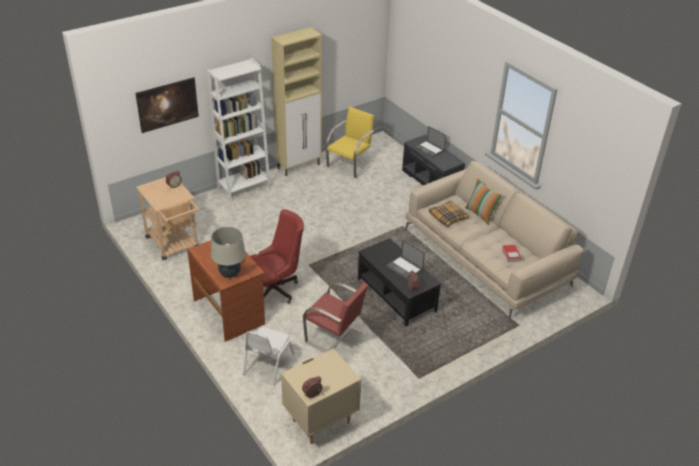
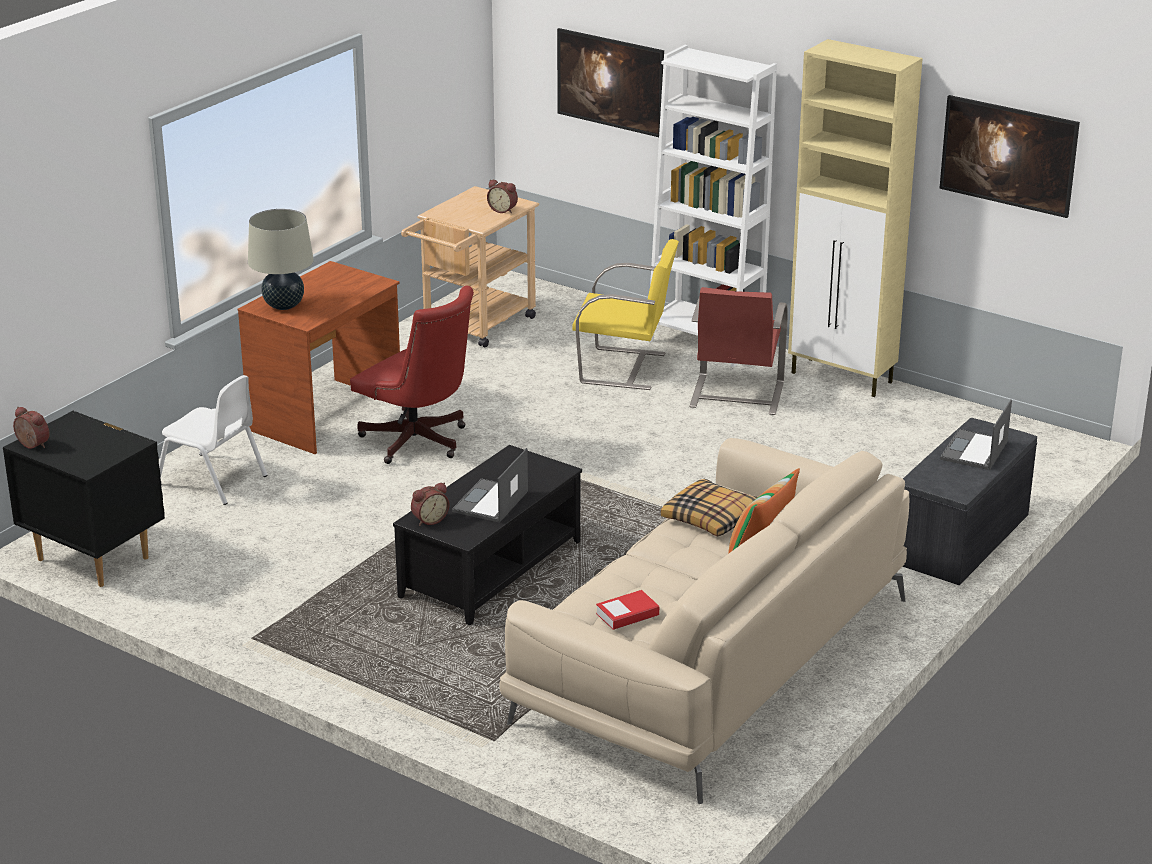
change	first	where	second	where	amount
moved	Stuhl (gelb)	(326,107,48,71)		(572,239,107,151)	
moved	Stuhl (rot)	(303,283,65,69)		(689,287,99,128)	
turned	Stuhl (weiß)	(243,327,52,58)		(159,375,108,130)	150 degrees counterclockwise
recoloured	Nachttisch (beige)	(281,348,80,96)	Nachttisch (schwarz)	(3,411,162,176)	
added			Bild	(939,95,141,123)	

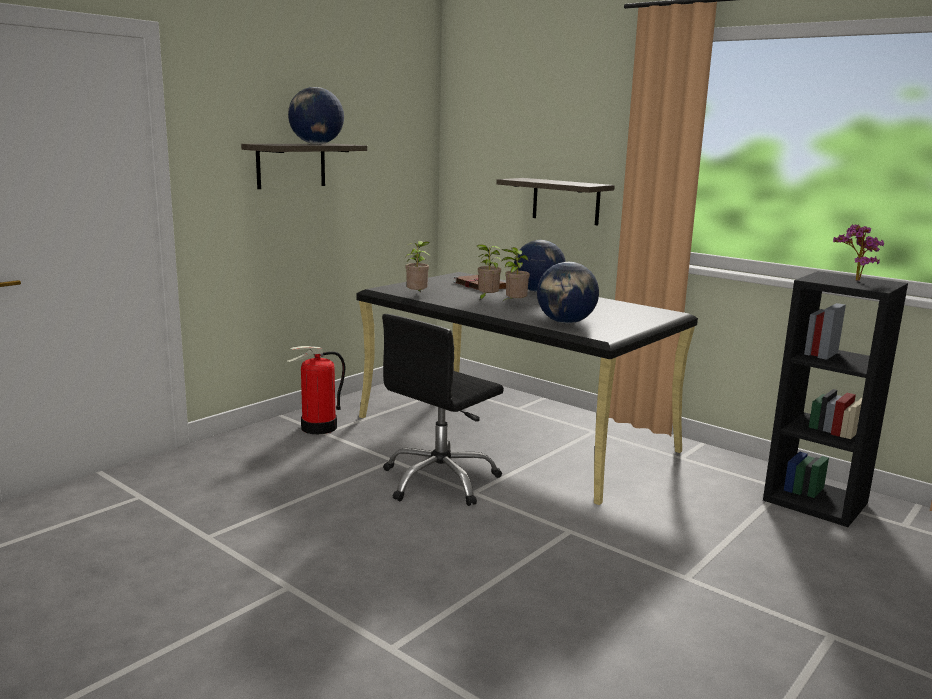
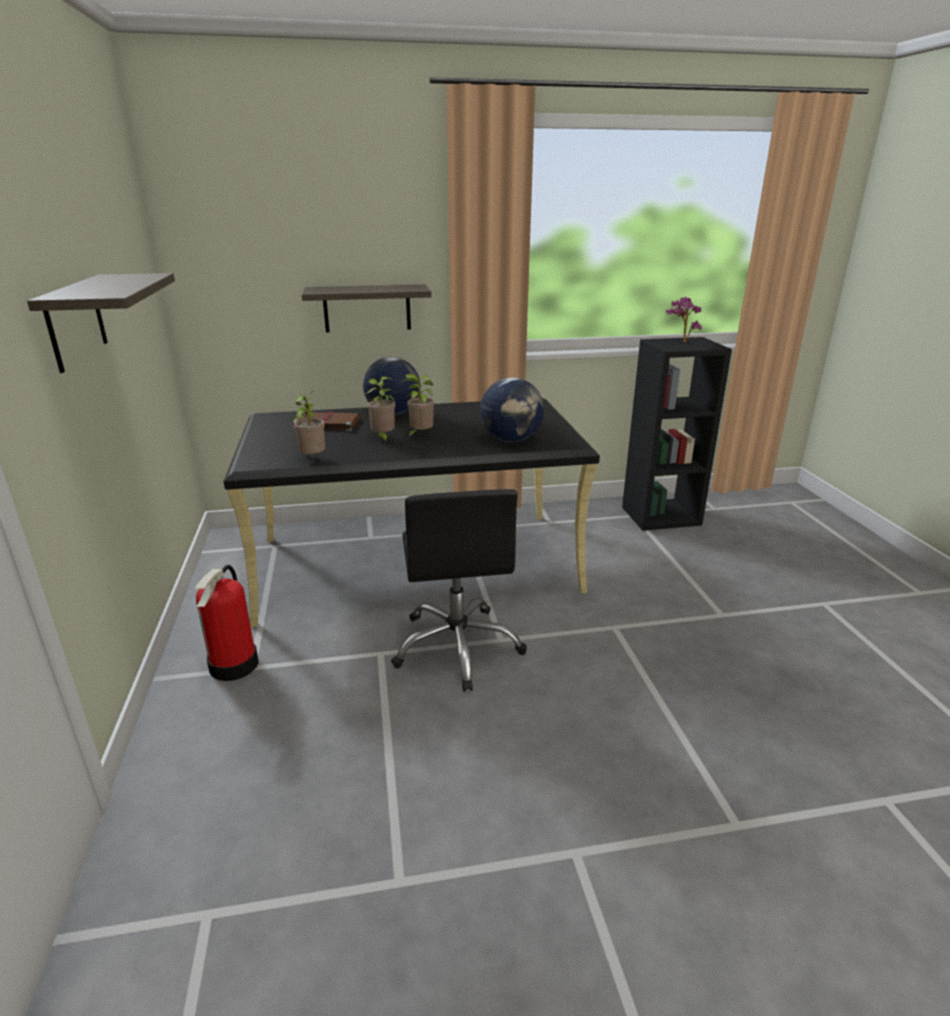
change	first	where	second	where	amount
removed	Globus	(288,87,56,57)			

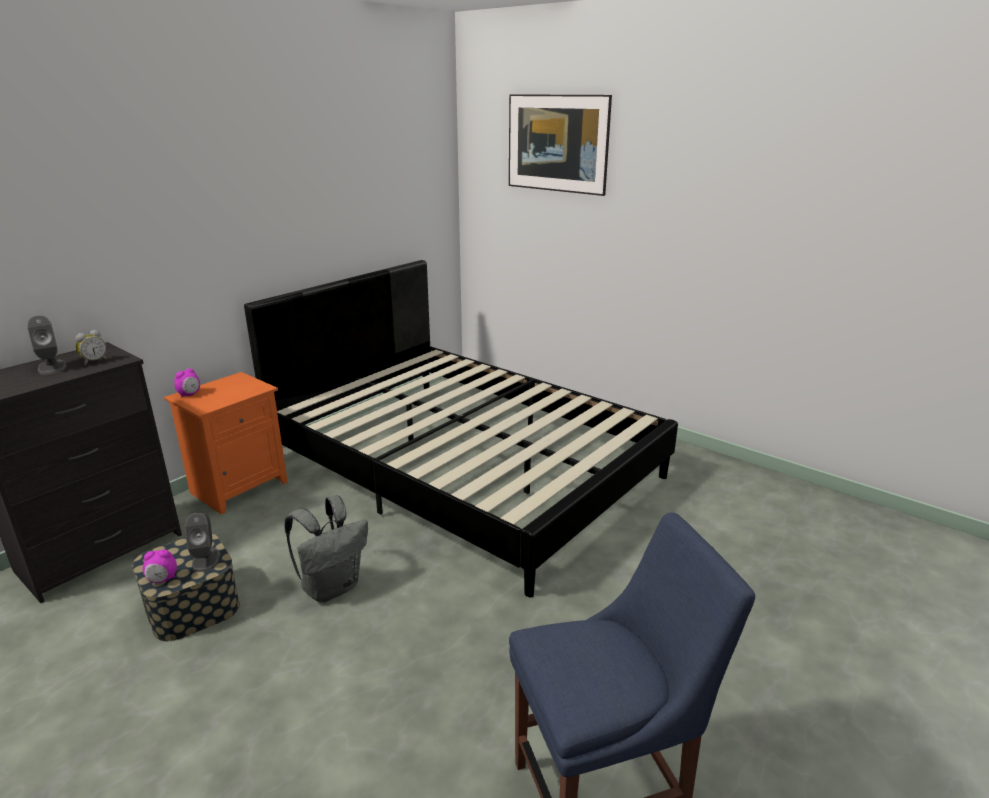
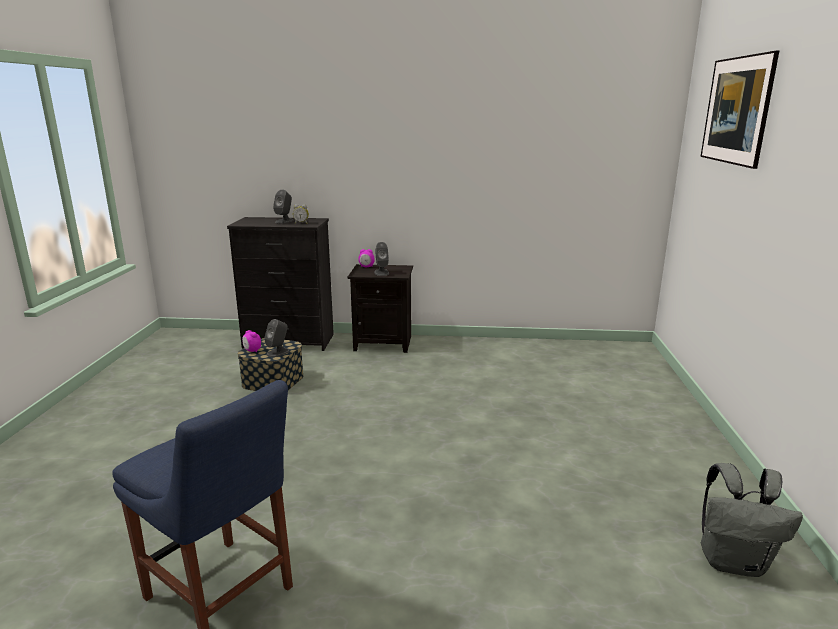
change	first	where	second	where	amount
removed	Bett (schwarz)	(244,260,434,337)			
recoloured	Nachttisch (orange)	(164,372,124,142)	Nachttisch (schwarz)	(348,264,65,89)	
moved	Rucksack (grau)	(285,495,83,107)		(701,463,102,114)	
added			Lautsprecher (grau)	(374,242,15,34)	

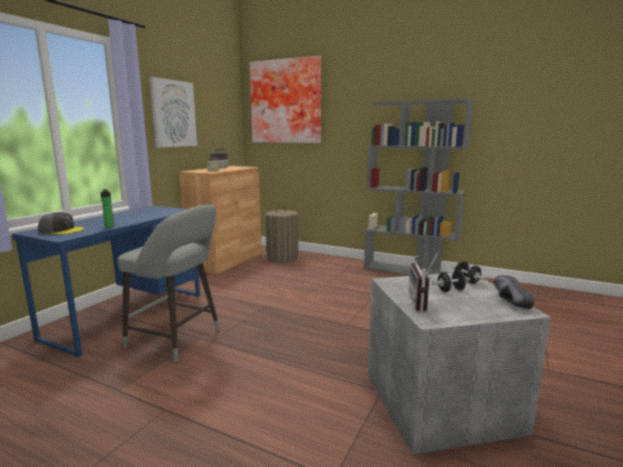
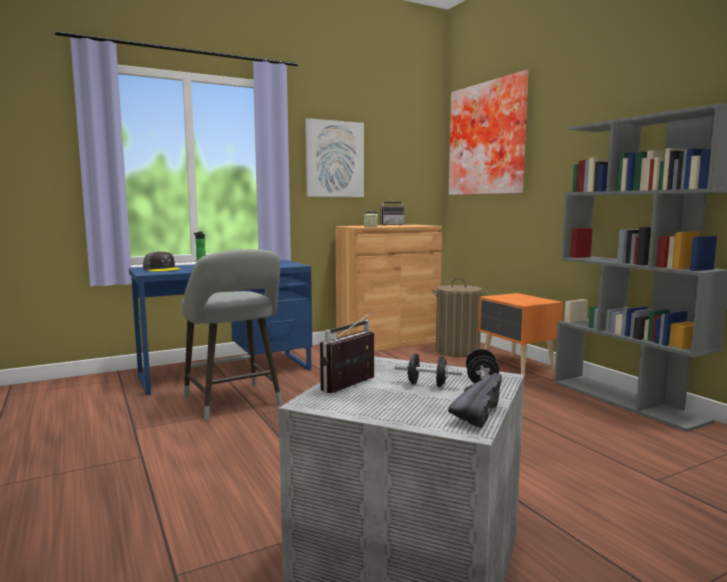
change	first	where	second	where	amount
added			Nachttisch (orange)	(479,293,84,83)	

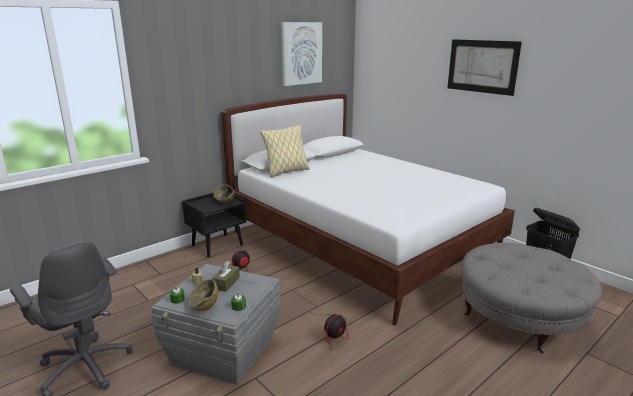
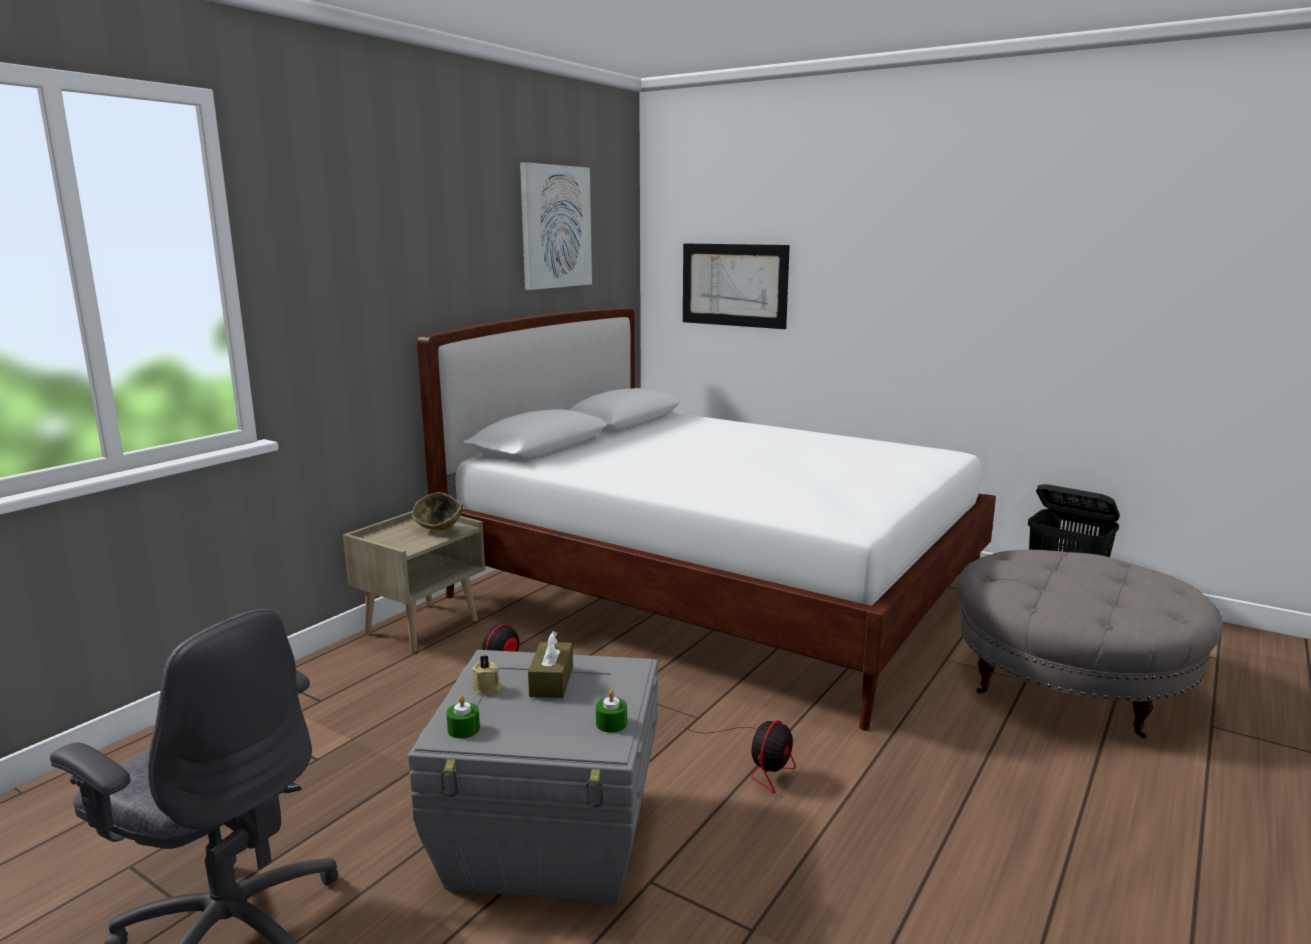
change	first	where	second	where	amount
moved	Bild	(448,39,74,57)		(683,243,107,86)	
removed	Kissen	(260,124,50,53)			
recoloured	Nachttisch (schwarz)	(182,193,64,64)	Nachttisch (beige)	(343,511,142,142)	
removed	Schüssel	(189,279,29,32)			

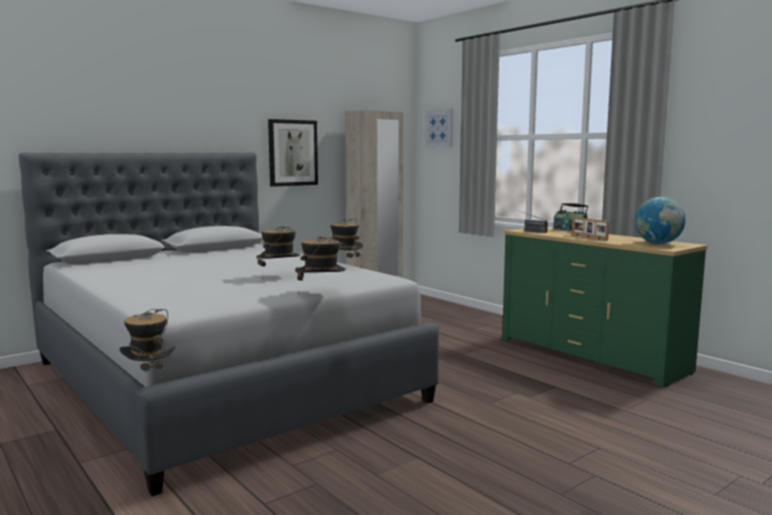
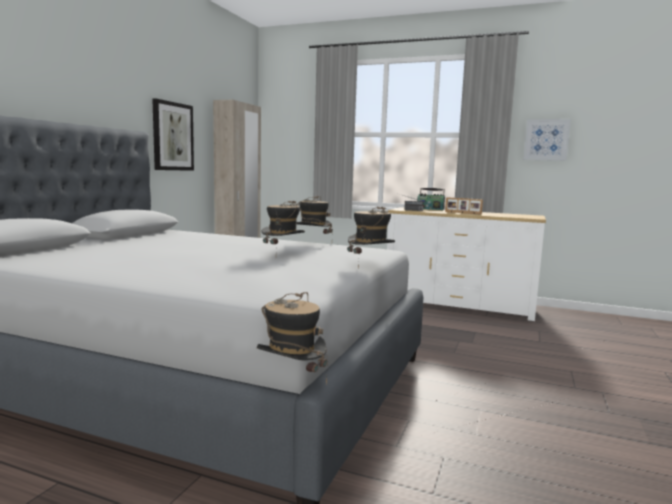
change	first	where	second	where	amount
moved	Bild	(424,108,29,40)		(523,119,48,42)	
removed	Globus	(635,197,51,47)			
recoloured	Kommode (grün)	(502,227,206,160)	Kommode (weiß)	(387,207,159,114)	

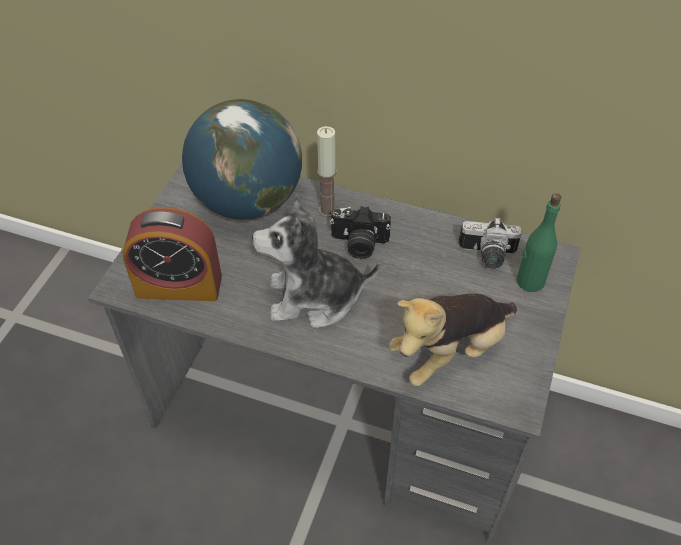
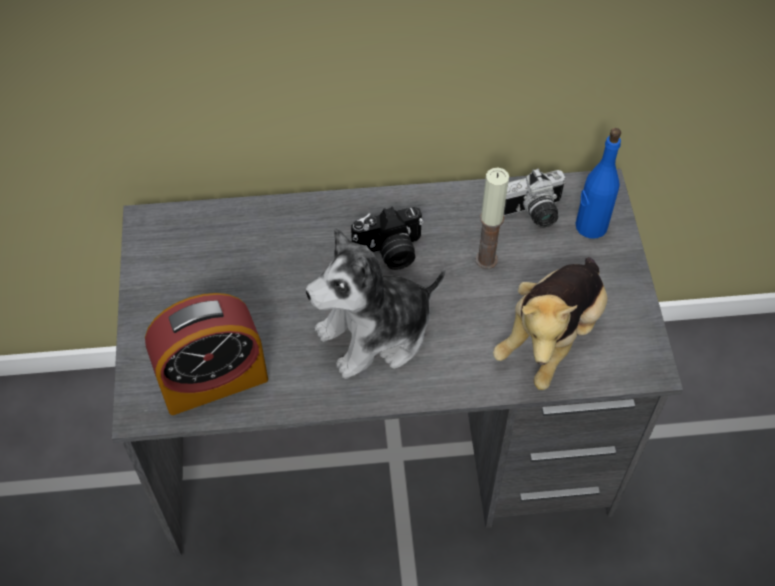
change	first	where	second	where	amount
removed	Globus	(182,99,120,121)			
moved	Kerze	(317,126,20,91)		(475,168,34,101)	
recoloured	Flasche (grün)	(517,193,44,99)	Flasche (blau)	(576,128,45,111)	

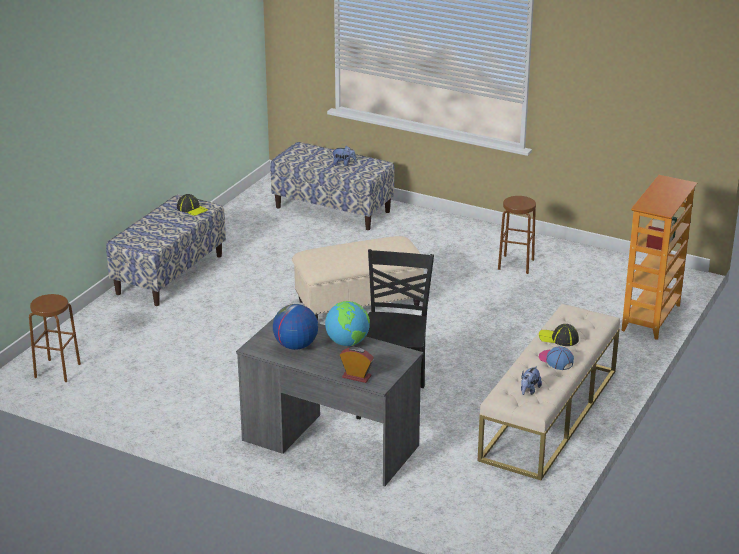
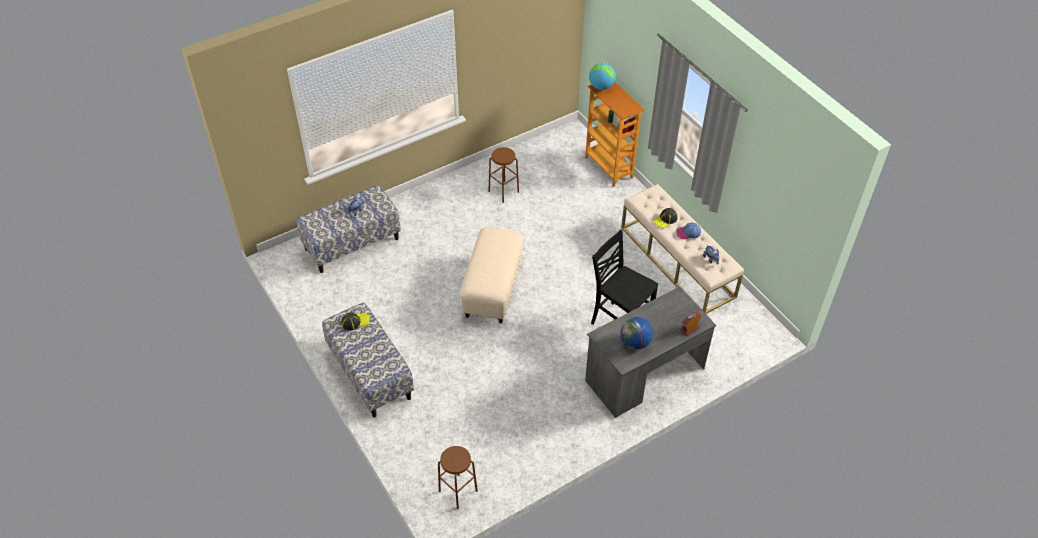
change	first	where	second	where	amount
moved	Globus	(325,301,45,45)		(589,63,27,27)	

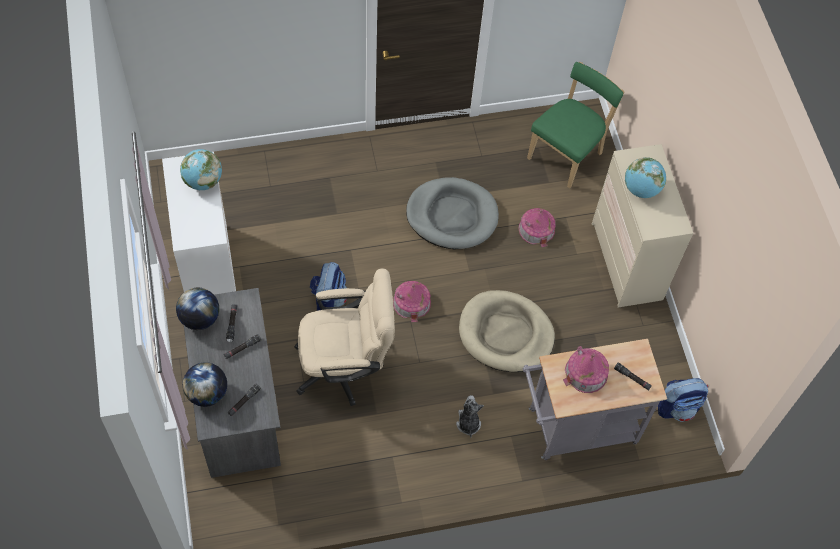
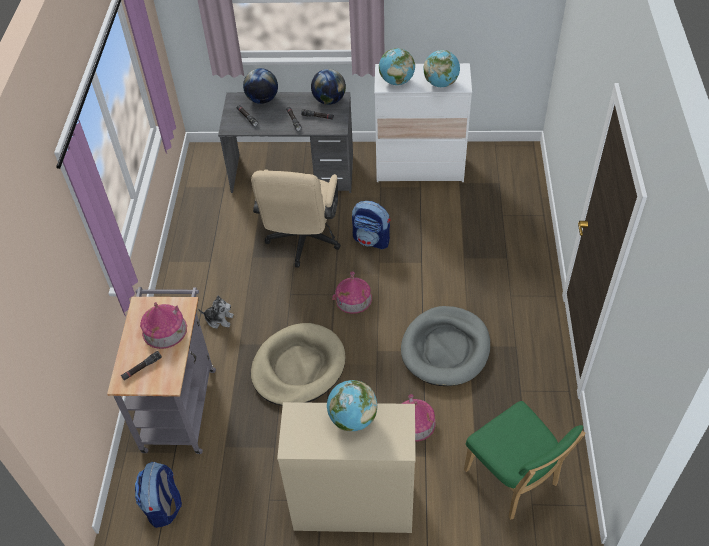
change	first	where	second	where	amount
added			Globus	(379,48,36,37)	

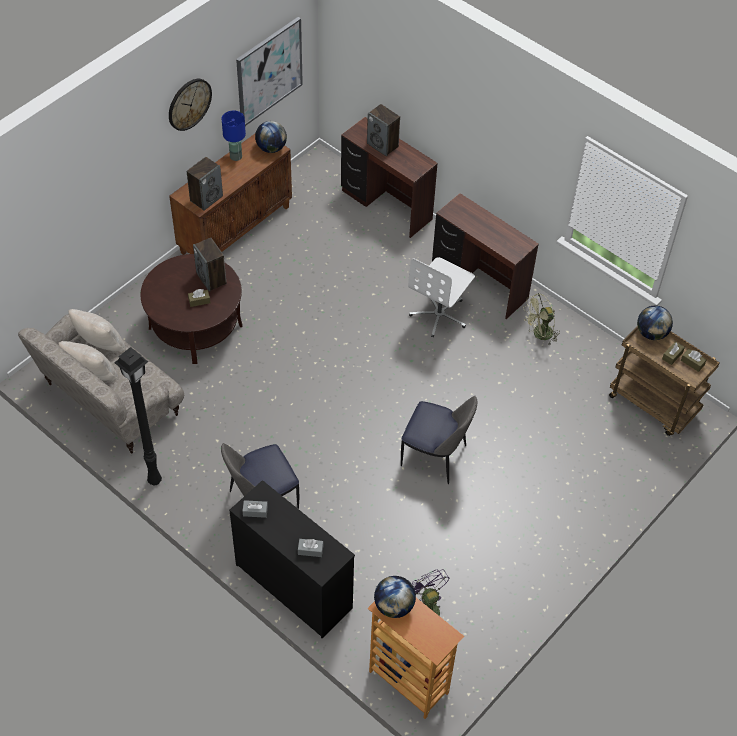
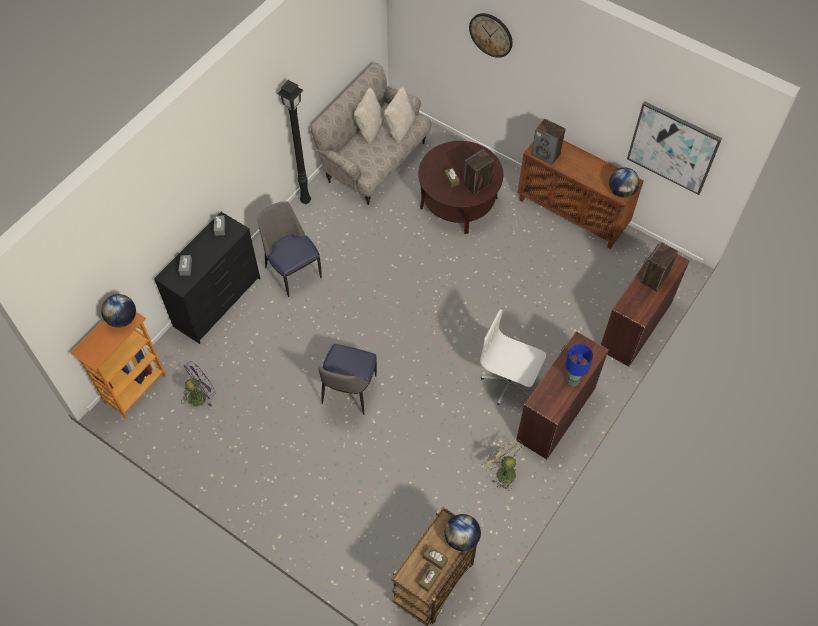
change	first	where	second	where	amount
moved	Wanduhr	(169,79,43,52)		(469,13,44,45)	
moved	Tischlampe (blau)	(222,111,24,50)		(565,344,28,42)	

